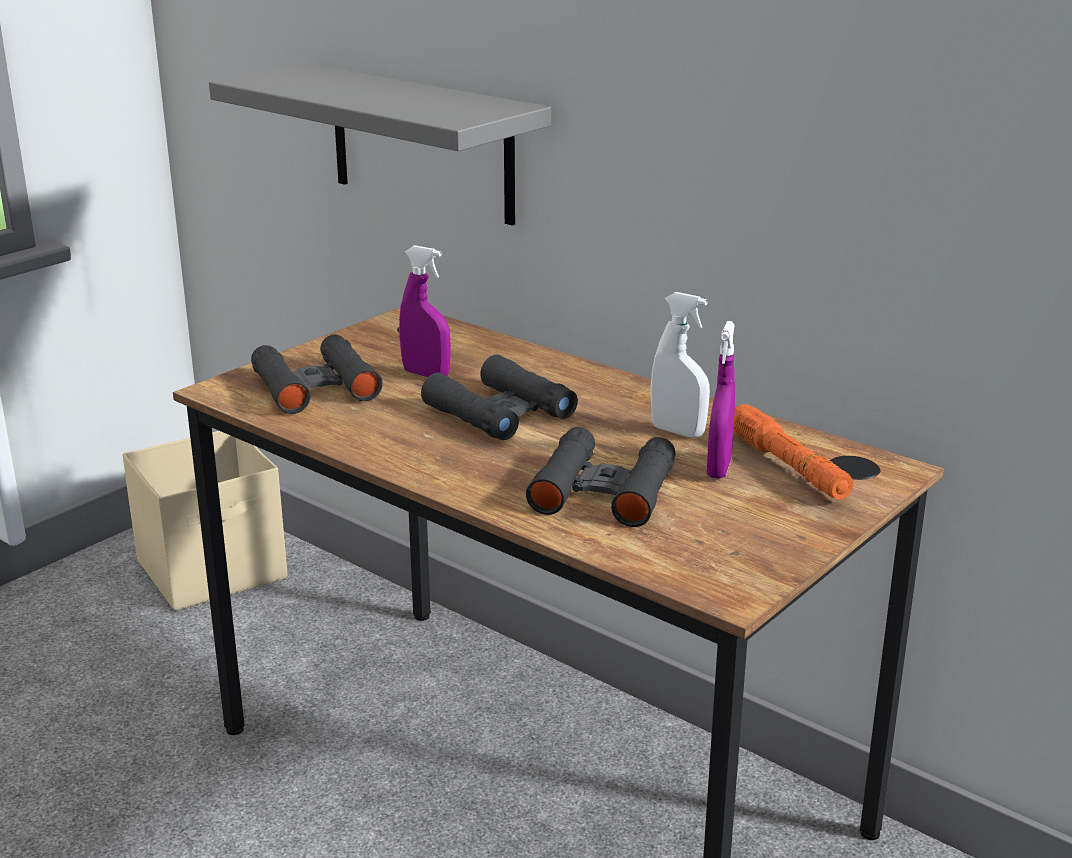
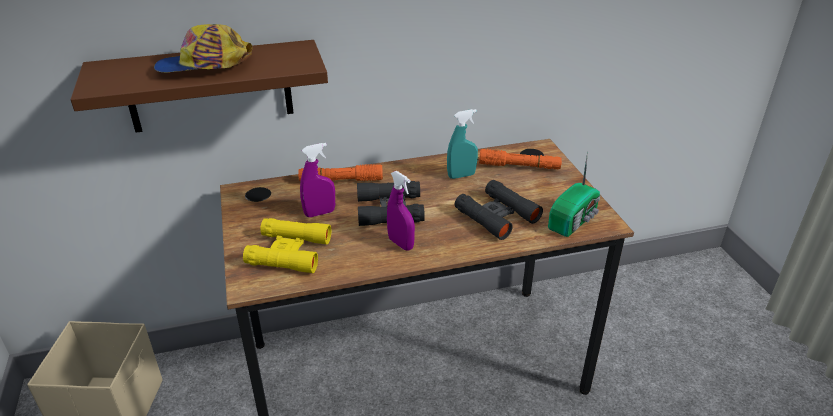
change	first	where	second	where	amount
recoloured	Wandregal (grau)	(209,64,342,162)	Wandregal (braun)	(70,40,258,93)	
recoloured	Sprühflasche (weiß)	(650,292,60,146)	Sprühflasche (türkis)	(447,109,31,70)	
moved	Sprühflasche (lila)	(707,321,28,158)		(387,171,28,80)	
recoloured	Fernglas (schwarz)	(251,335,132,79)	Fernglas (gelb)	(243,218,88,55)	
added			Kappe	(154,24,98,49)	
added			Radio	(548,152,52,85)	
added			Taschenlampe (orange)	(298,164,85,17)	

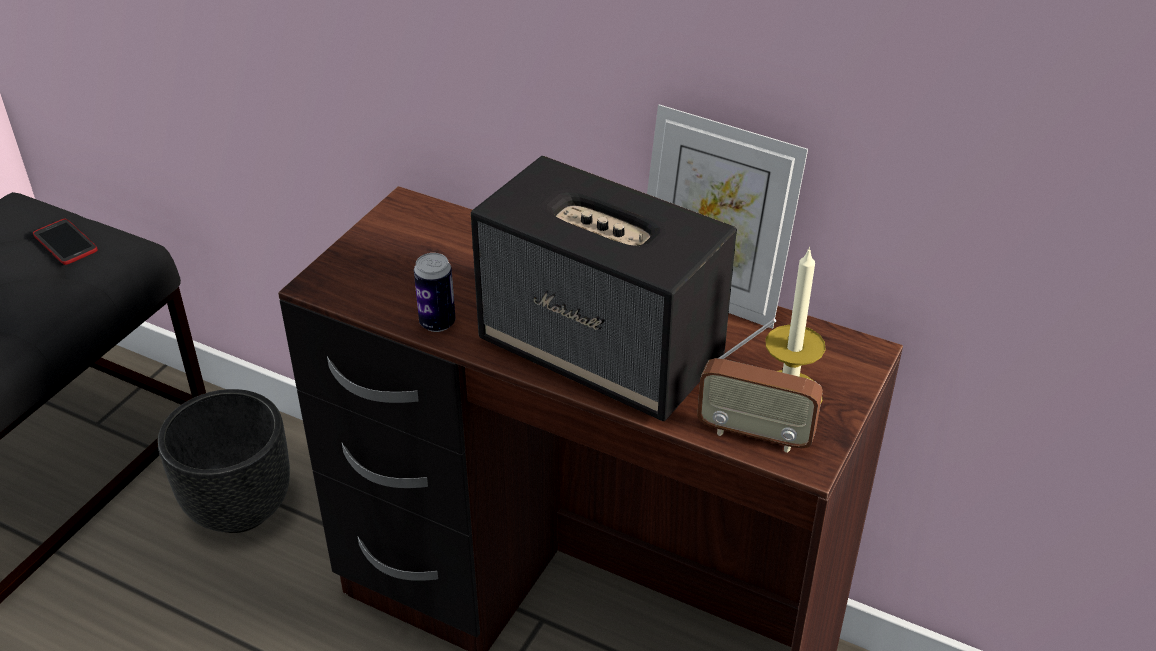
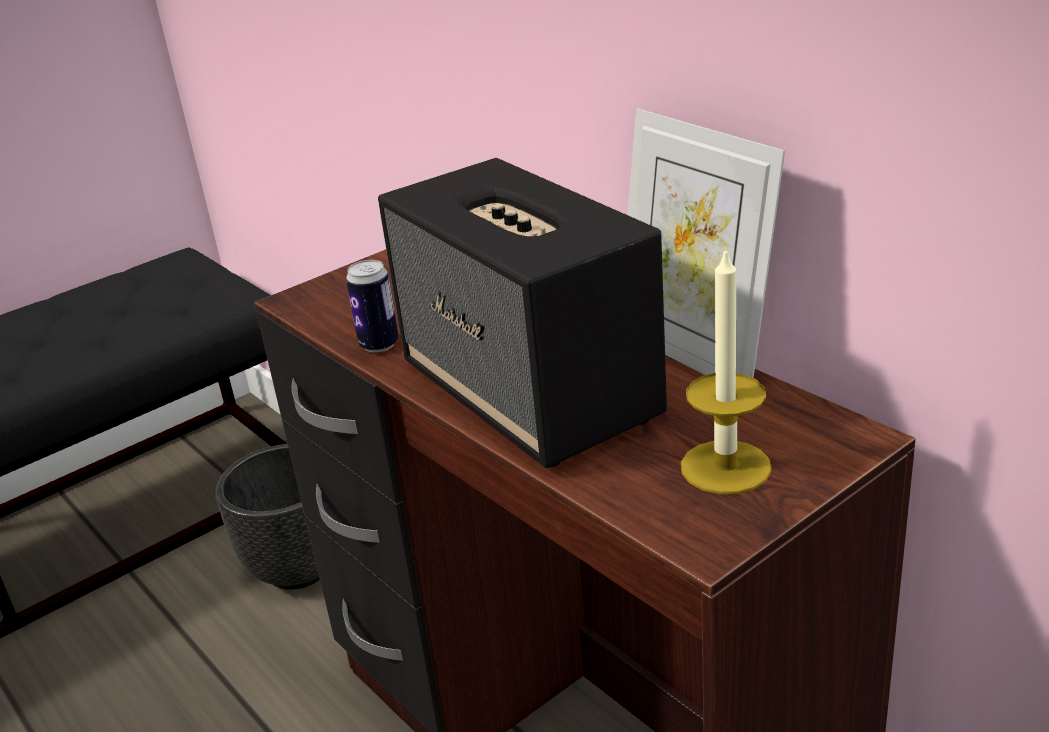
change	first	where	second	where	amount
removed	Handy	(33,219,65,46)			
removed	Radio	(697,319,126,134)			

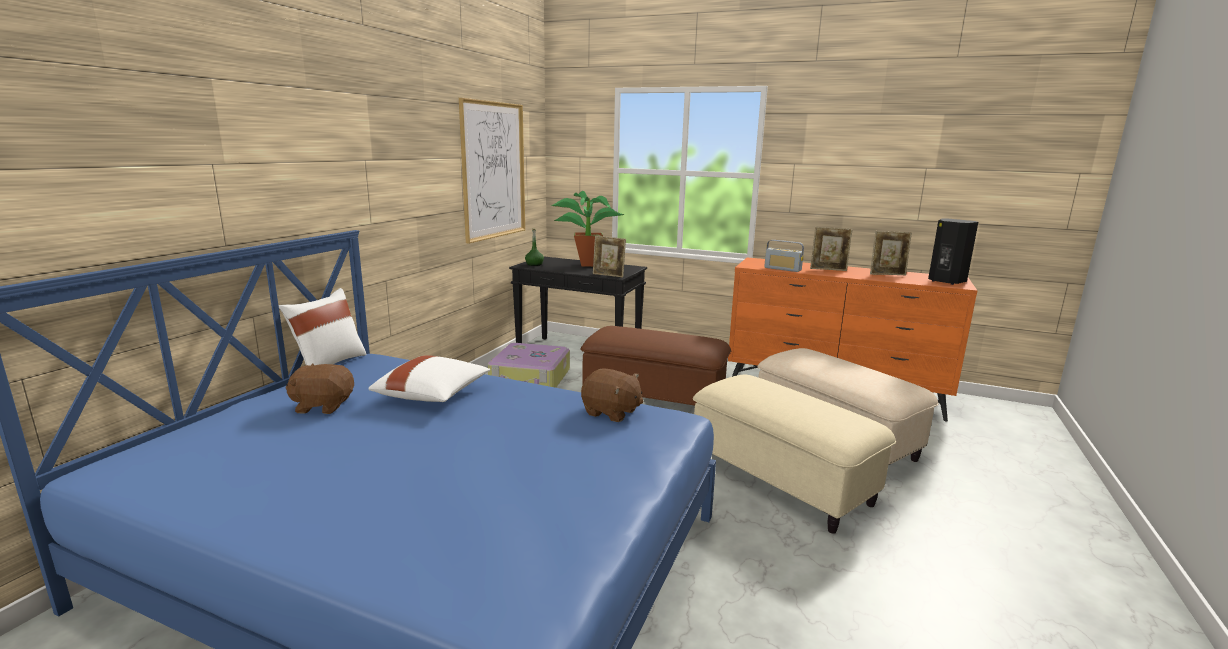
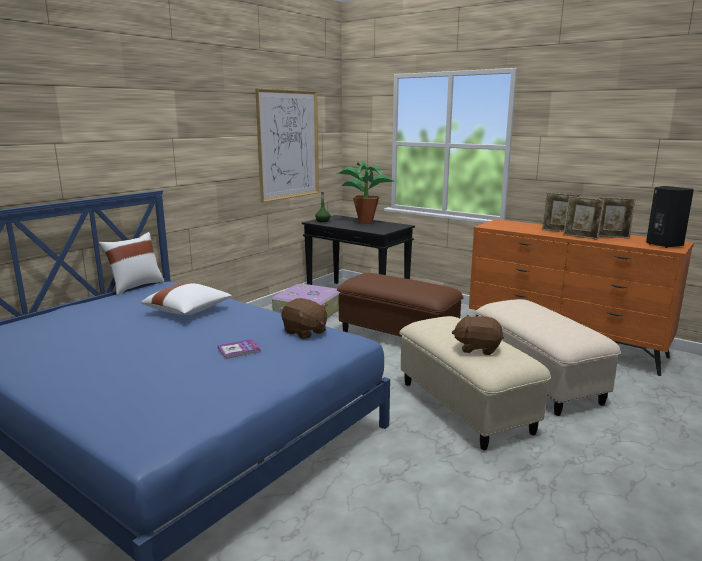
change	first	where	second	where	amount
moved	Bilderrahmen	(593,236,33,41)		(563,196,42,44)	
removed	Radio	(764,240,40,32)			
moved	Plüschtier (braun)	(286,364,68,50)		(452,315,52,40)	
added			Buch	(218,339,44,20)	

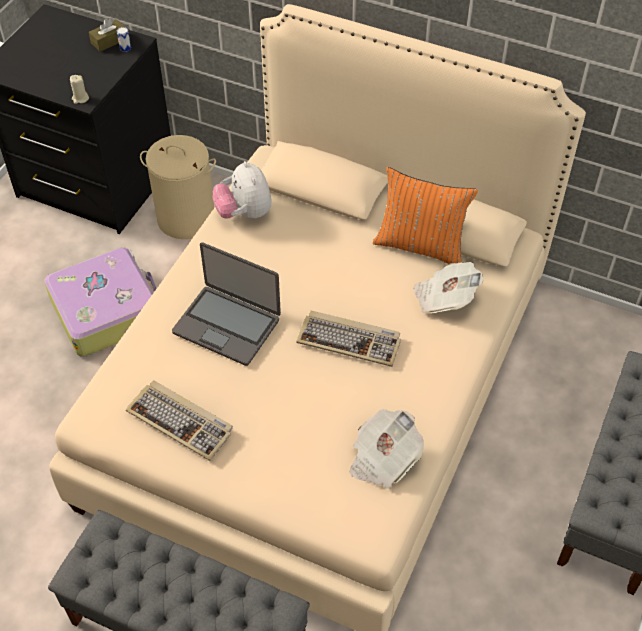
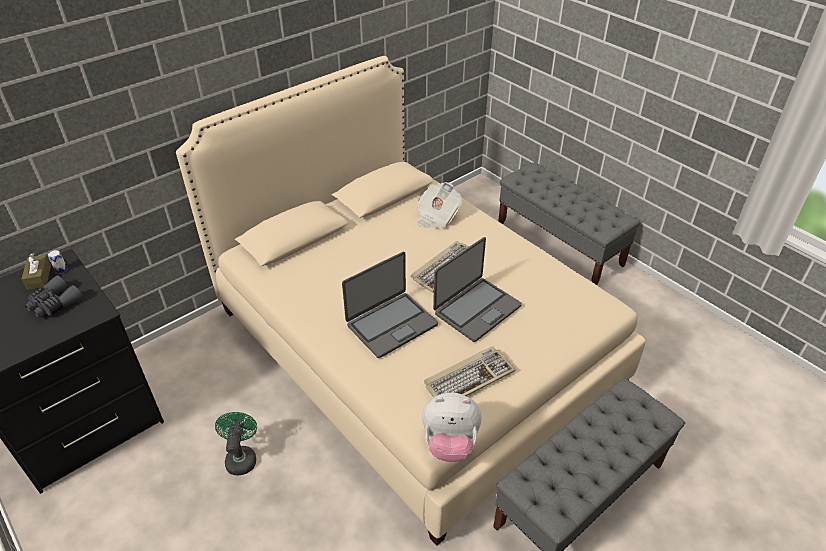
change	first	where	second	where	amount
removed	Kerze (beige)	(70,75,19,29)			
removed	Wäschekorb (beige)	(140,135,76,104)			
moved	Plüschtier	(213,161,58,58)		(422,393,60,69)	
removed	Kissen (orange)	(373,167,105,97)			
replaced	Koffer	(44,247,113,110)	Ventilator (grün)	(215,412,42,63)	
removed	Zeitung	(349,409,75,80)			
added			Laptop	(433,237,89,105)	
added			Fernglas (grau)	(25,275,58,42)	

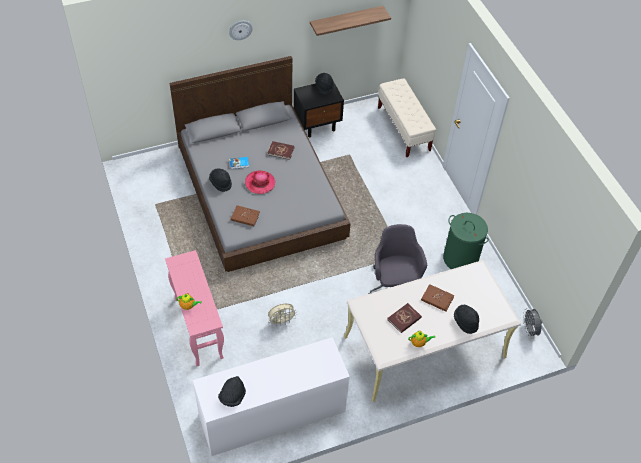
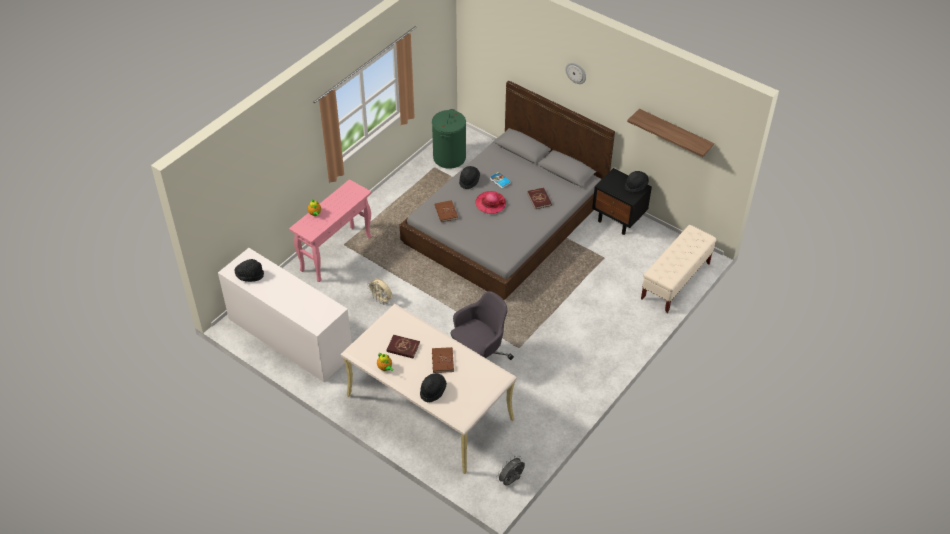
change	first	where	second	where	amount
moved	Wäschekorb (grün)	(443,213,46,56)		(432,109,34,60)	

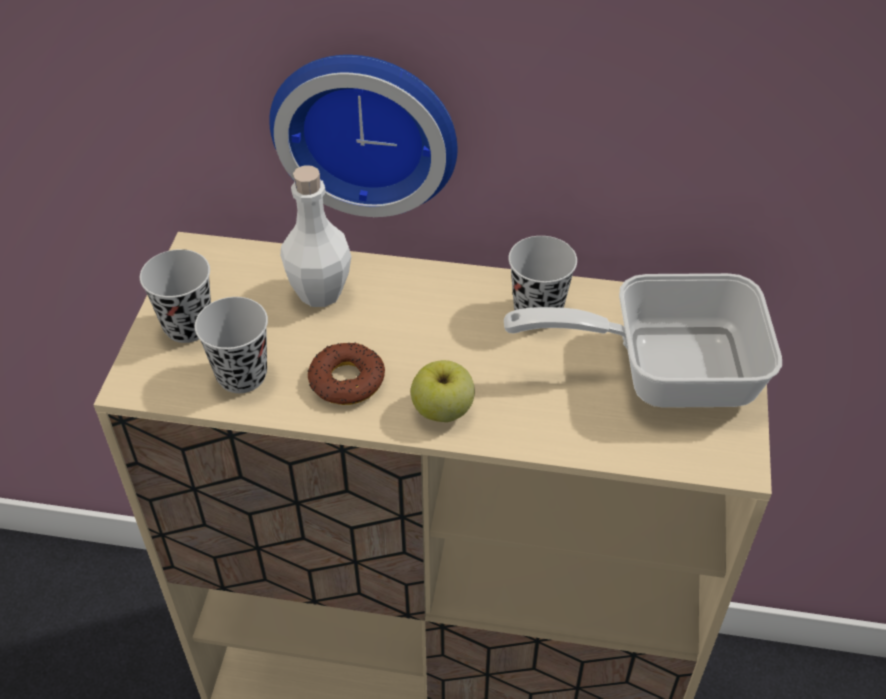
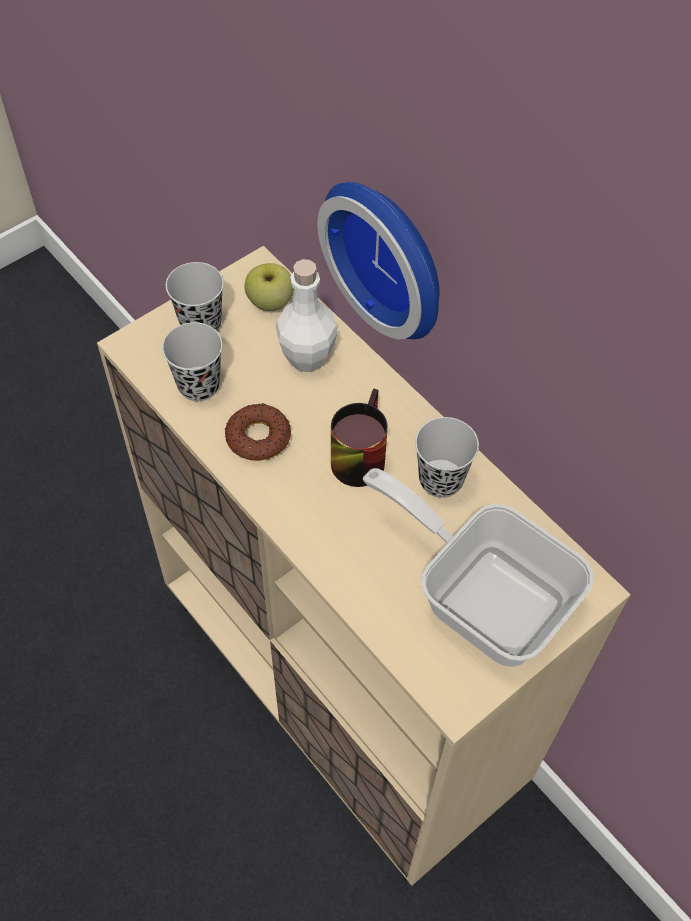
change	first	where	second	where	amount
moved	Apfel	(411,360,64,62)		(244,263,50,48)	
added			Henkelbecher	(331,388,57,99)	

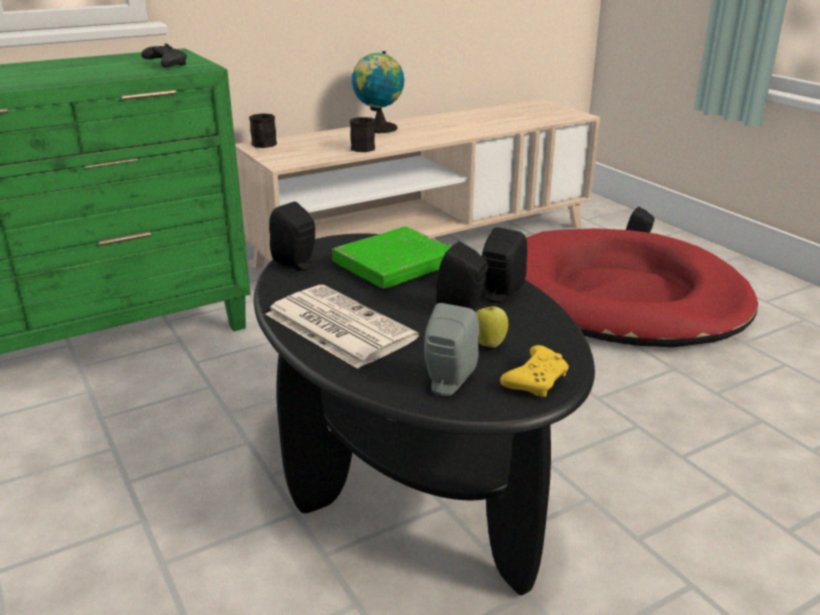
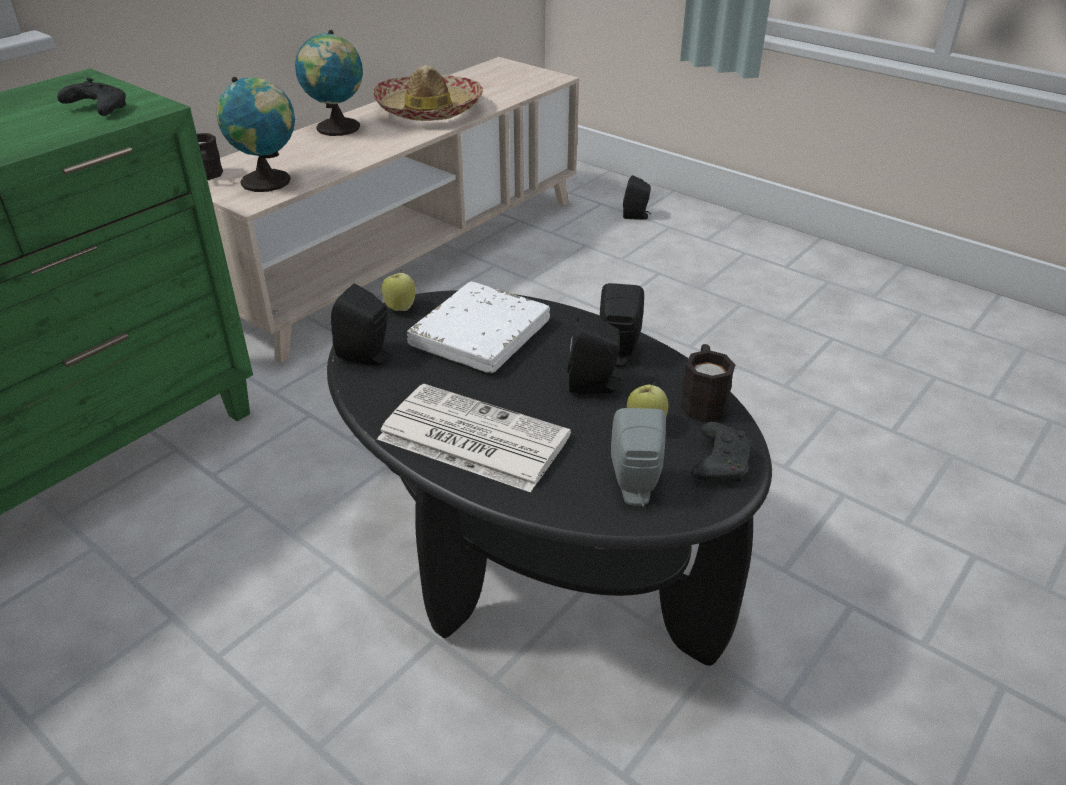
change	first	where	second	where	amount
moved	Henkelbecher (schwarz)	(350,117,25,35)		(680,344,55,79)	
recoloured	Buch (grün)	(332,227,119,62)	Buch (weiß)	(407,281,143,92)	
removed	Hundebett (rot)	(525,228,233,119)			
recoloured	Gamepad (gelb)	(500,345,69,52)	Gamepad (schwarz)	(691,422,62,60)	
added			Hut	(372,65,111,56)	
added			Globus	(216,77,79,115)	
added			Apfel	(382,270,34,41)	

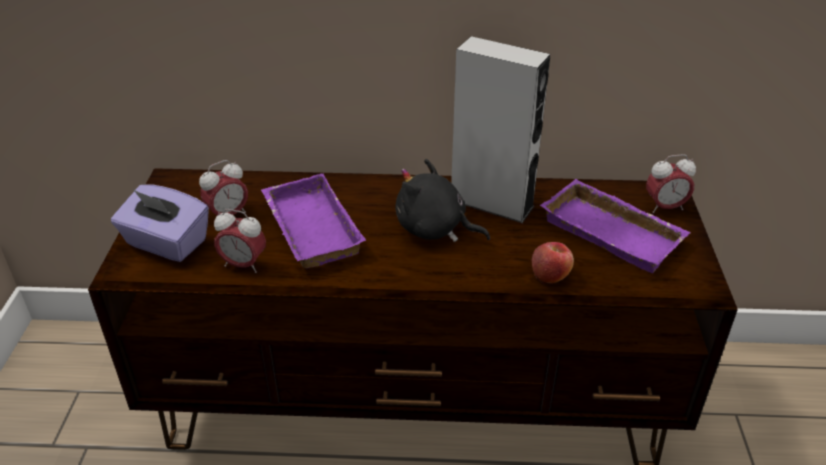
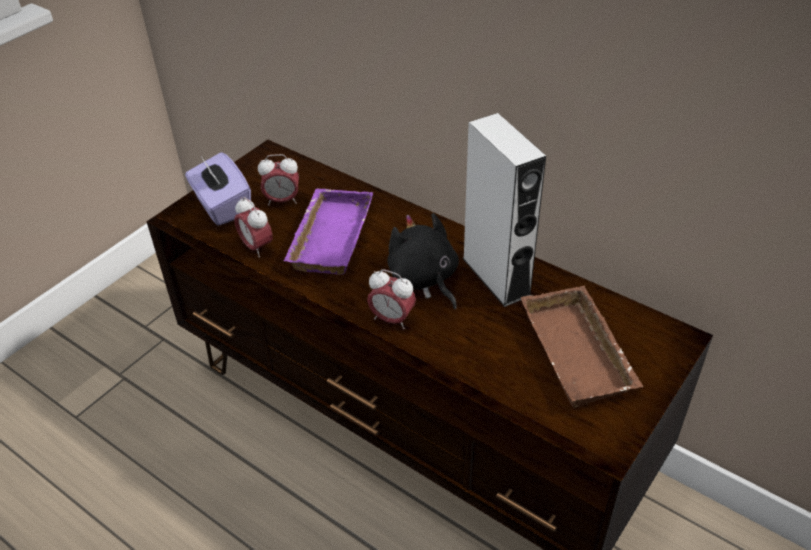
change	first	where	second	where	amount
moved	Wecker	(646,154,50,59)		(367,269,49,60)	
recoloured	Tablett (lila)	(540,179,150,94)	Tablett (braun)	(521,286,122,122)	
removed	Apfel	(532,242,42,42)			

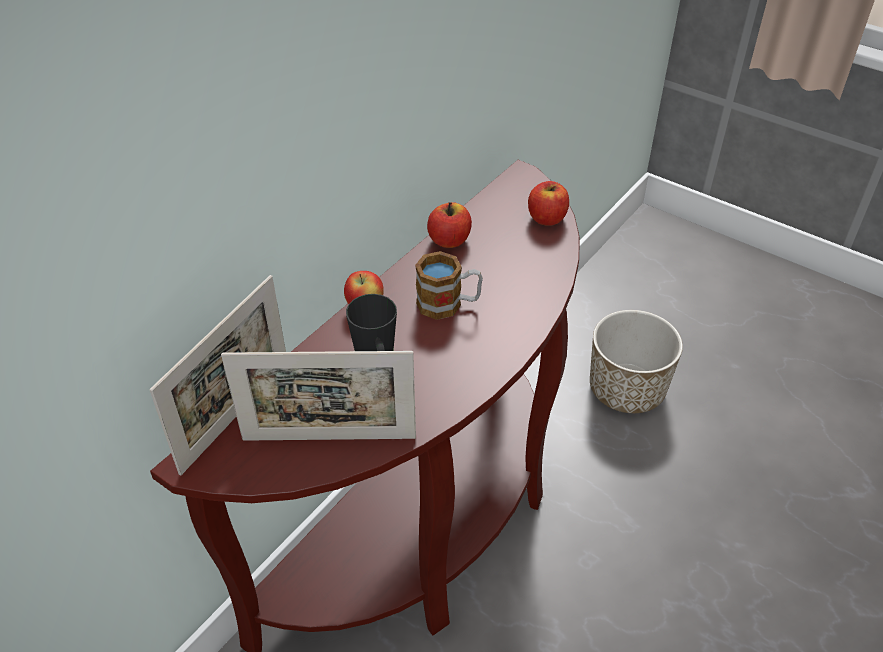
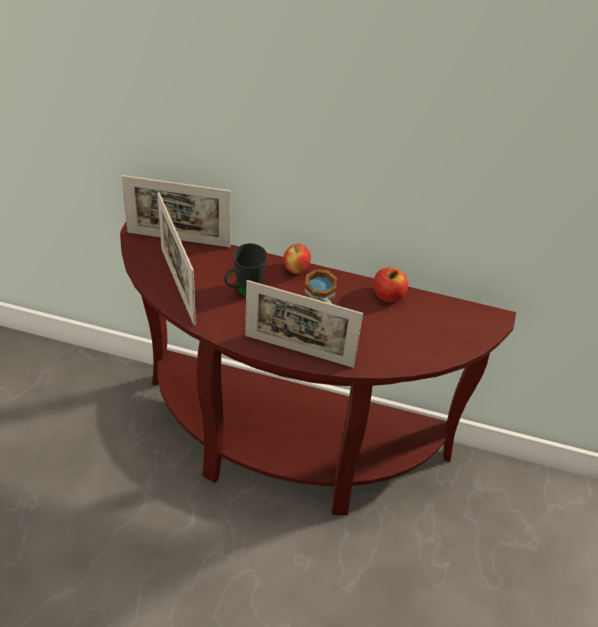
change	first	where	second	where	amount
removed	Apfel	(528,181,41,45)			
removed	Pflanzkübel	(590,310,93,103)			
added			Bilderrahmen	(245,280,118,88)	

